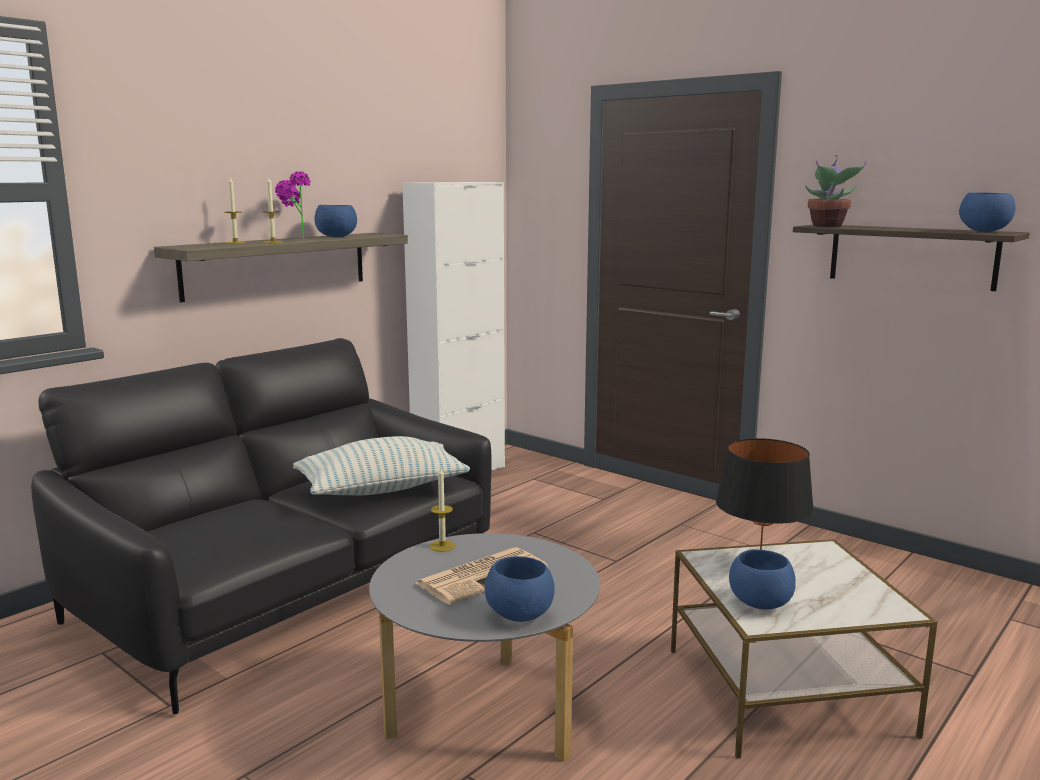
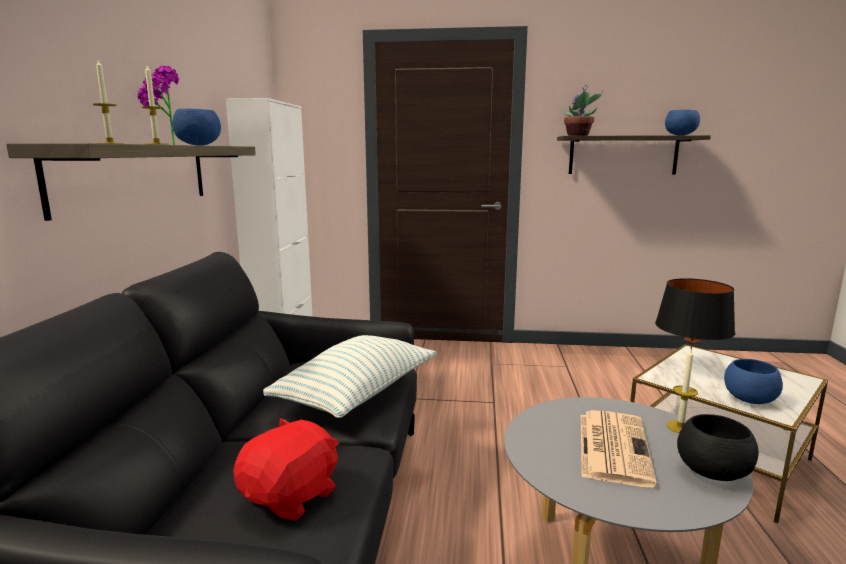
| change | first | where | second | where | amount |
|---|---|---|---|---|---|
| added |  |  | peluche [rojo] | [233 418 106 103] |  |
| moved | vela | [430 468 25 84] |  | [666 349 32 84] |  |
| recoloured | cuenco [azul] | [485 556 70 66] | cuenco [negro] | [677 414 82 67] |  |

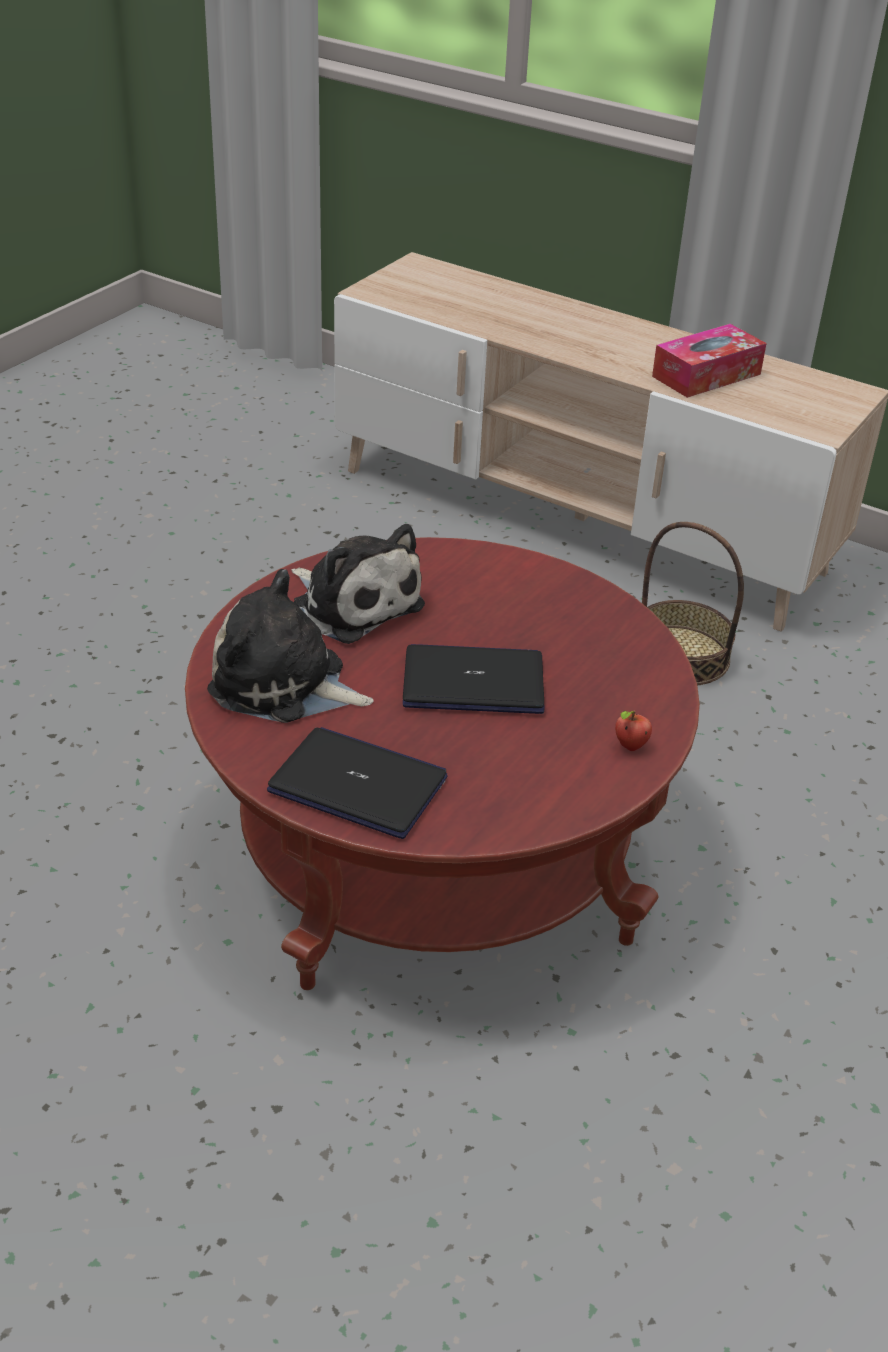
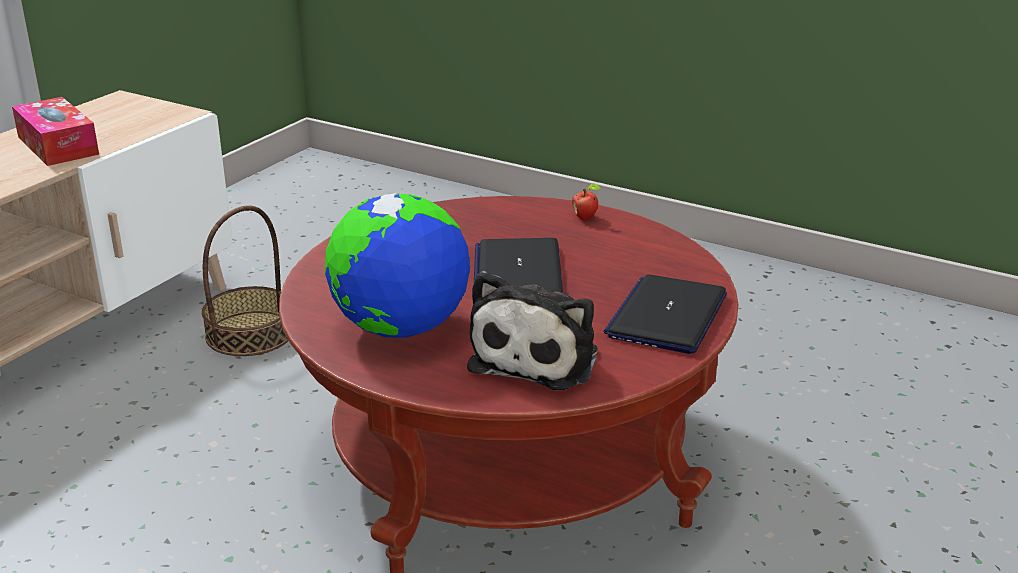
| change | first | where | second | where | amount |
|---|---|---|---|---|---|
| replaced | peluche | [291 524 134 120] | globo terráqueo | [325 193 145 145] |  |

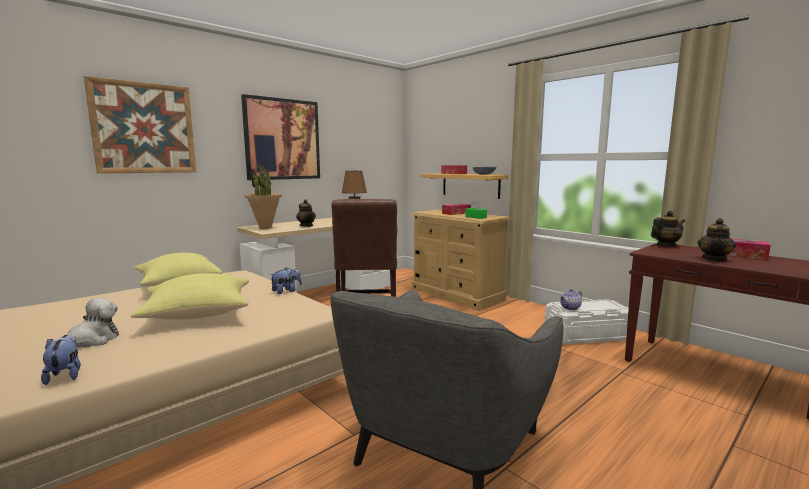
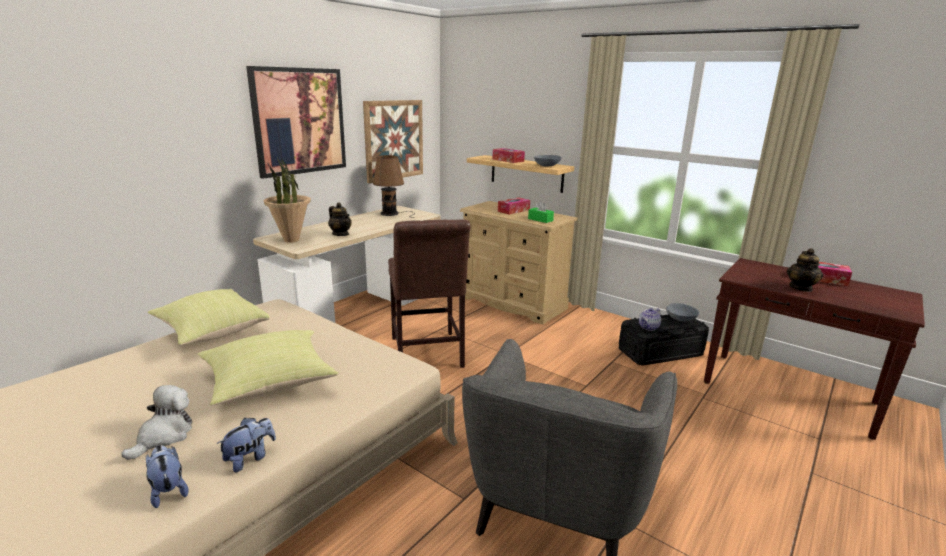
| change | first | where | second | where | amount |
|---|---|---|---|---|---|
| removed | tetera | [651 211 34 36] |  |  |  |
| added |  |  | cuenco [gris] | [666 303 33 19] |  |
| moved | cuadro | [84 76 112 98] |  | [363 100 60 83] |  |
| moved | peluche | [270 267 32 27] |  | [217 418 59 54] |  |
| recoloured | caja de almacenaje [blanco] | [545 299 84 46] | caja de almacenaje [negro] | [619 315 90 51] |  |

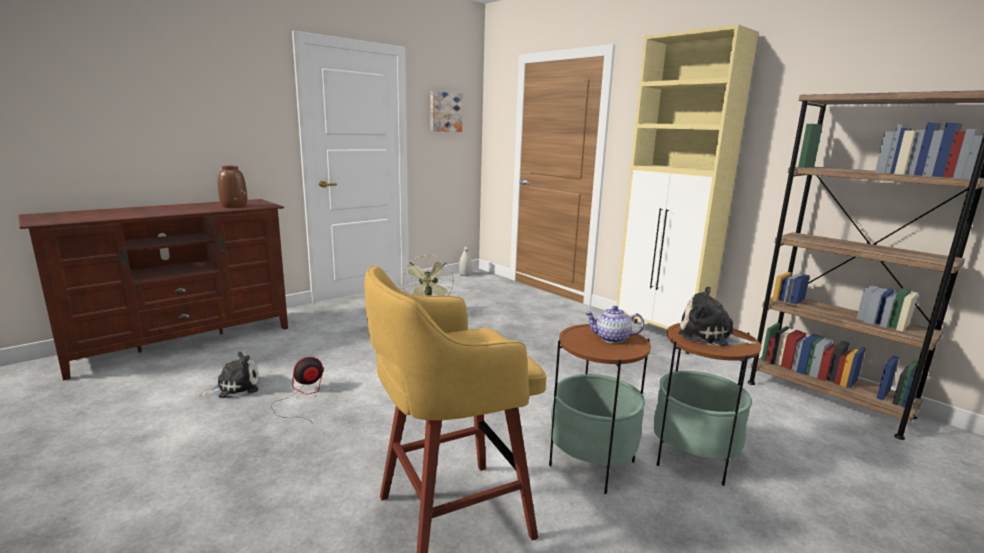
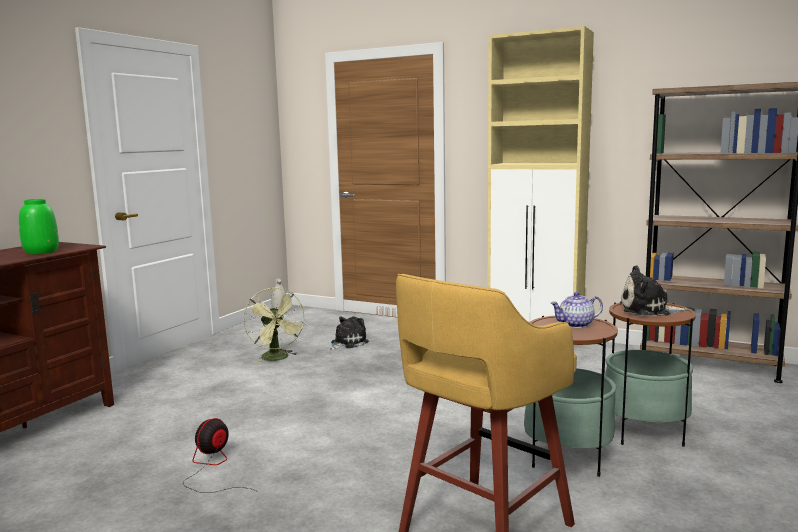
| change | first | where | second | where | amount |
|---|---|---|---|---|---|
| removed | cuadro | [431 91 32 41] |  |  |  |
| moved | peluche | [199 352 59 46] |  | [330 316 39 34] |  |
| recoloured | florero [marrón] | [218 166 29 42] | florero [verde] | [19 199 40 55] |  |

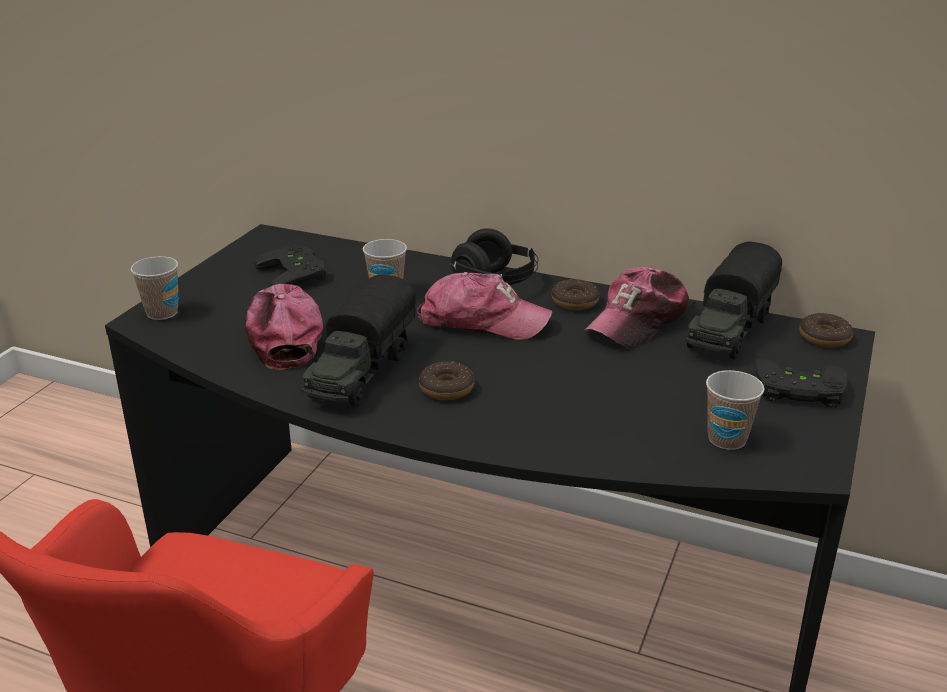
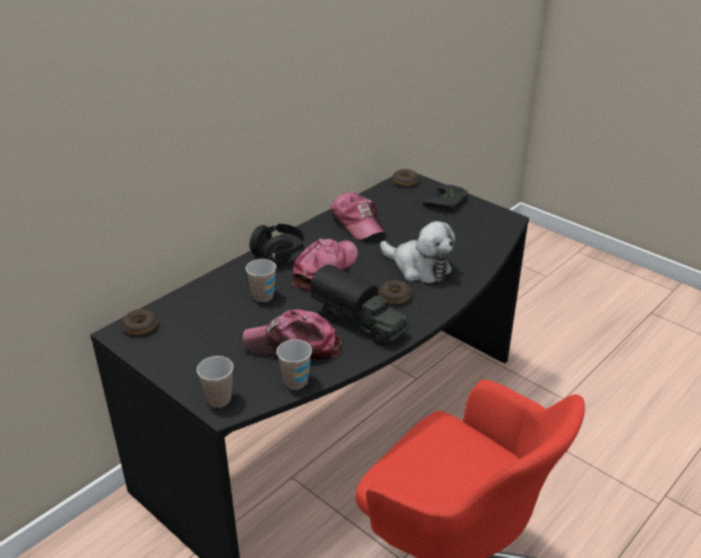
| change | first | where | second | where | amount |
|---|---|---|---|---|---|
| removed | mando de consola [negro] | [254 246 72 40] |  |  |  |
| removed | camión de juguete | [685 241 97 119] |  |  |  |
| added |  |  | peluche | [380 221 76 62] |  |
| moved | rosquilla | [551 279 49 31] |  | [122 309 36 26] |  |
| moved | taza | [706 370 59 80] |  | [276 339 36 50] |  |

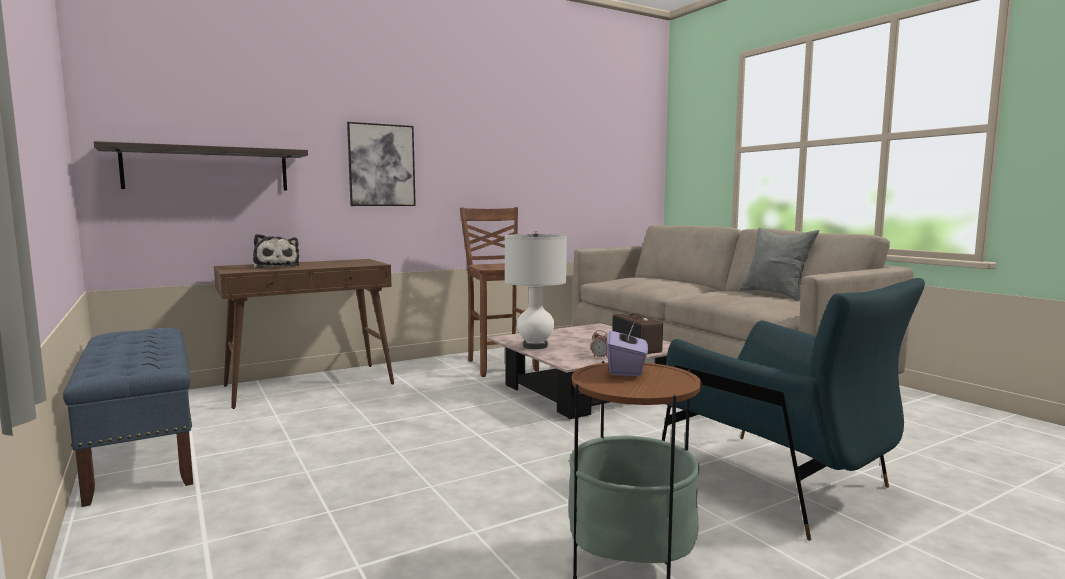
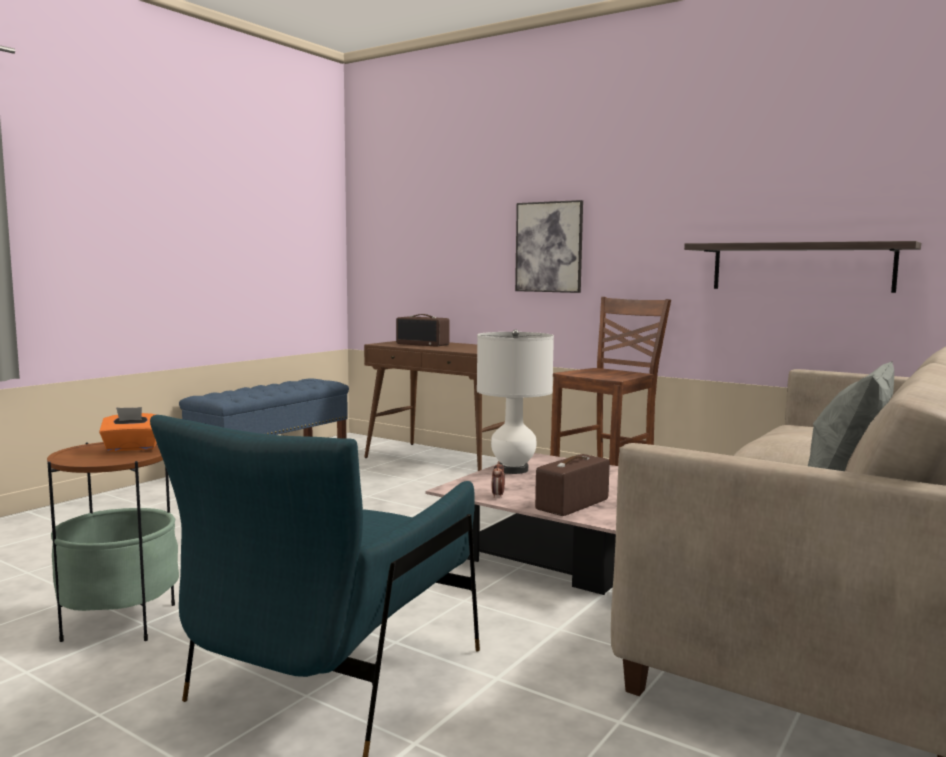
| change | first | where | second | where | amount |
|---|---|---|---|---|---|
| moved | estante | [94 141 214 49] |  | [684 241 237 52] |  |
| replaced | peluche | [253 234 46 34] | radio | [396 314 54 33] |  |
| recoloured | caja de pañuelos [morado] | [607 321 41 55] | caja de pañuelos [naranja] | [99 407 58 44] |  |

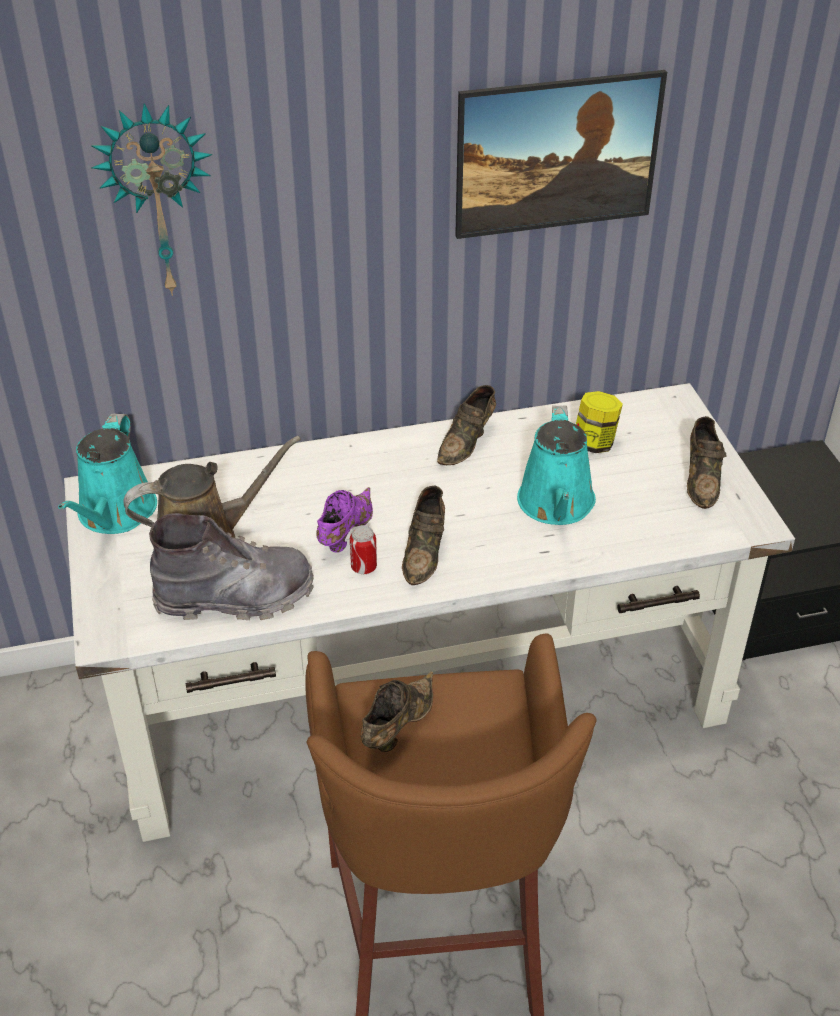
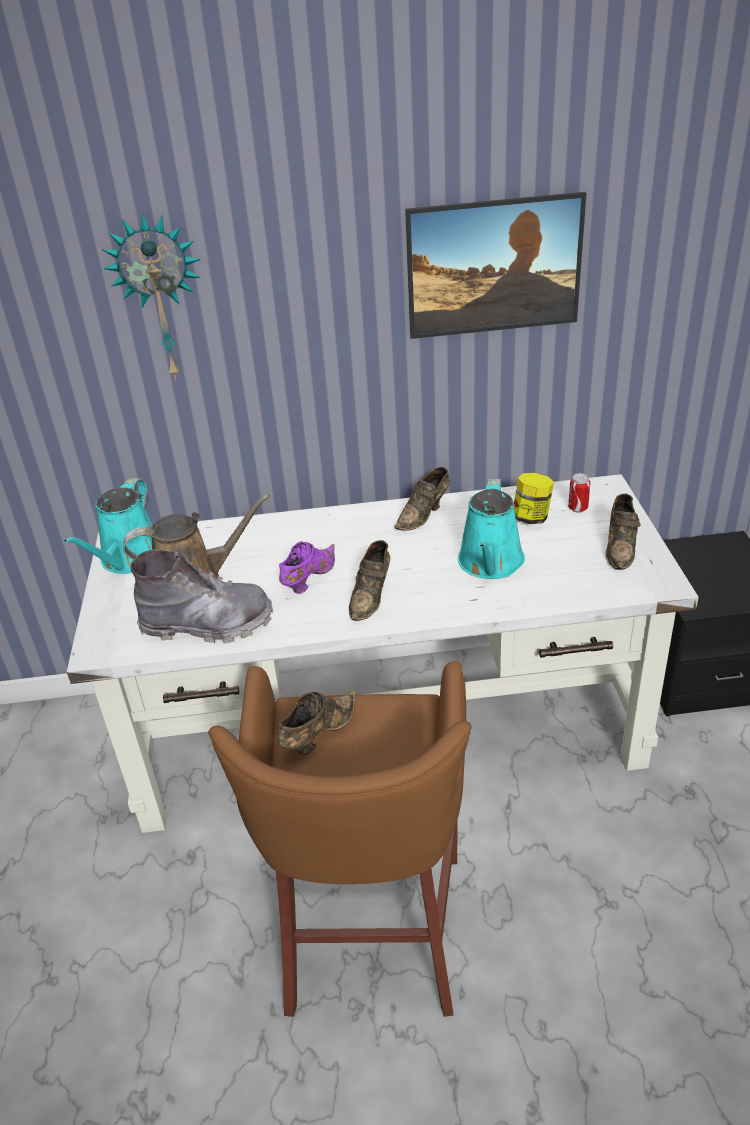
| change | first | where | second | where | amount |
|---|---|---|---|---|---|
| moved | lata | [350 525 27 49] |  | [568 473 22 39] |  |

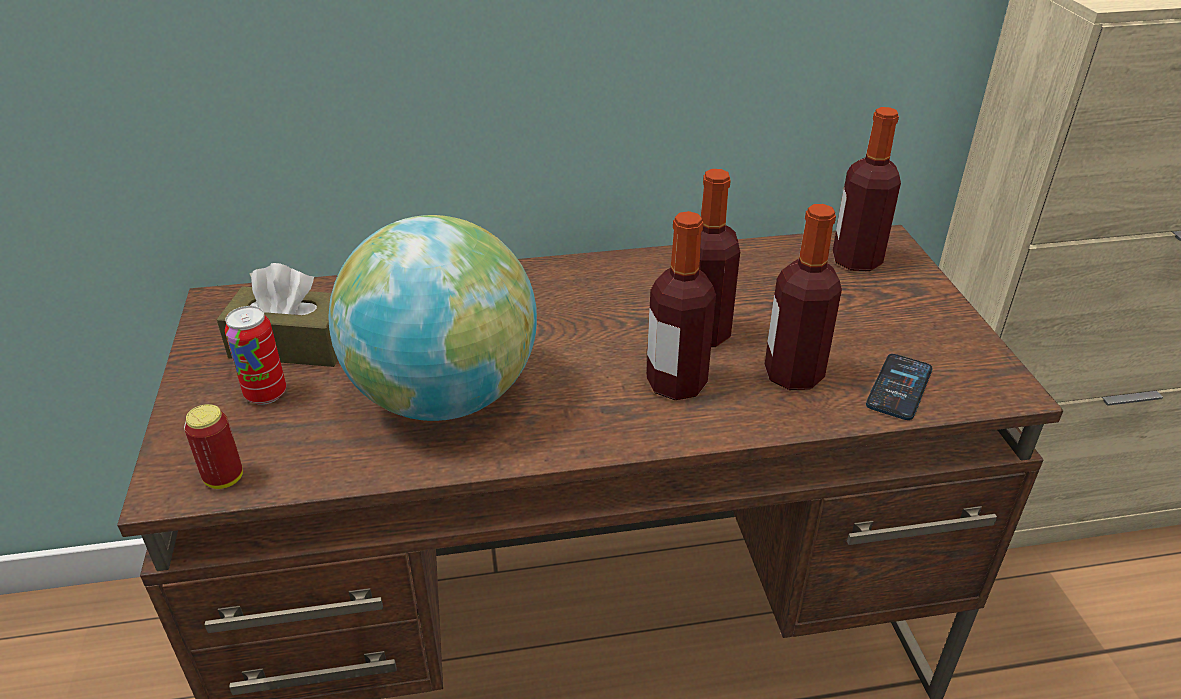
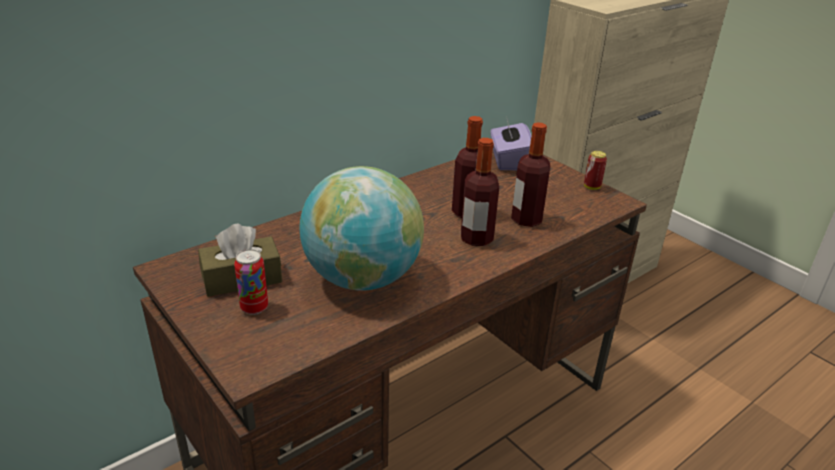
| change | first | where | second | where | amount |
|---|---|---|---|---|---|
| removed | móvil | [866 354 67 66] |  |  |  |
| moved | lata | [184 404 59 85] |  | [584 151 23 39] |  |
| replaced | botella | [833 107 68 164] | caja de pañuelos [morado] | [491 116 40 54] |  |

